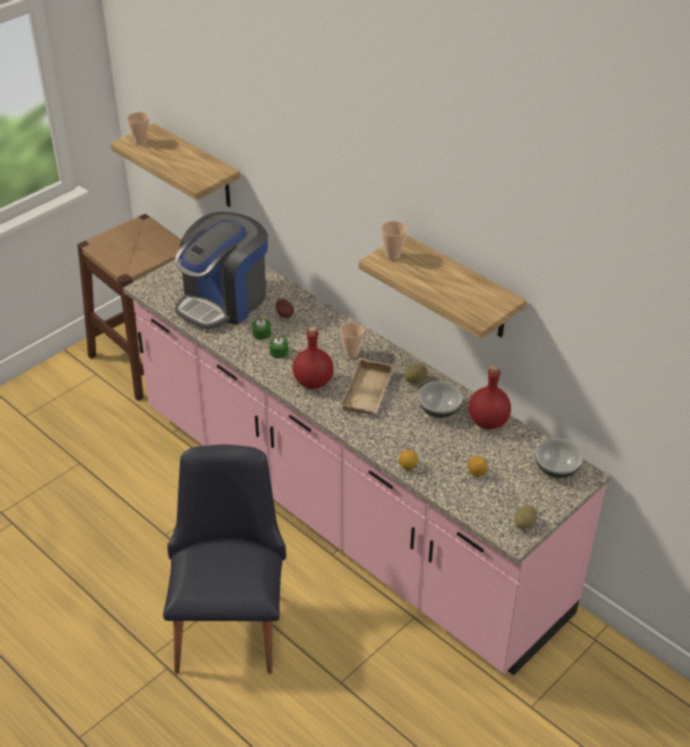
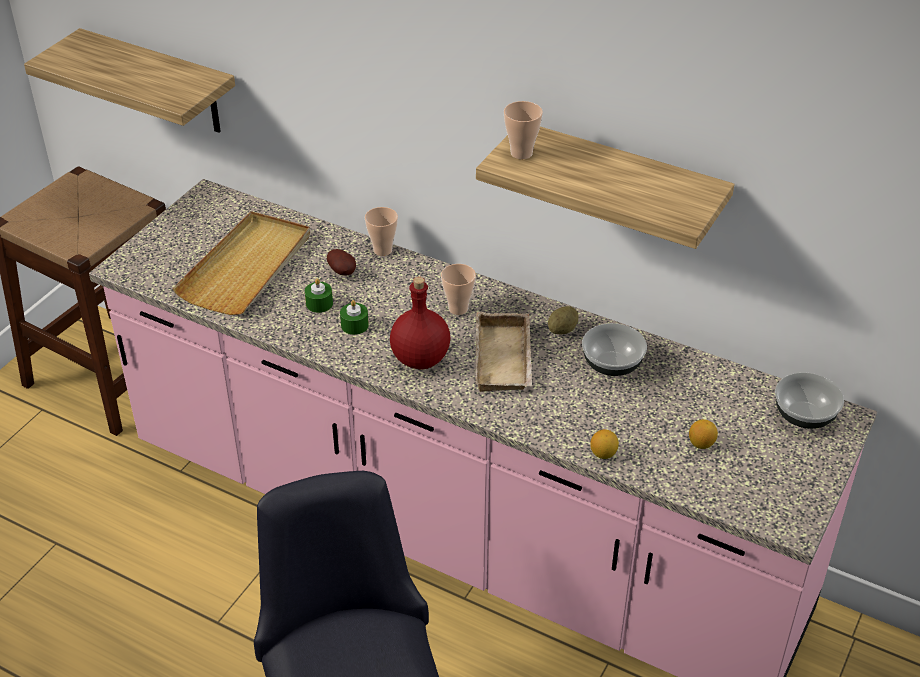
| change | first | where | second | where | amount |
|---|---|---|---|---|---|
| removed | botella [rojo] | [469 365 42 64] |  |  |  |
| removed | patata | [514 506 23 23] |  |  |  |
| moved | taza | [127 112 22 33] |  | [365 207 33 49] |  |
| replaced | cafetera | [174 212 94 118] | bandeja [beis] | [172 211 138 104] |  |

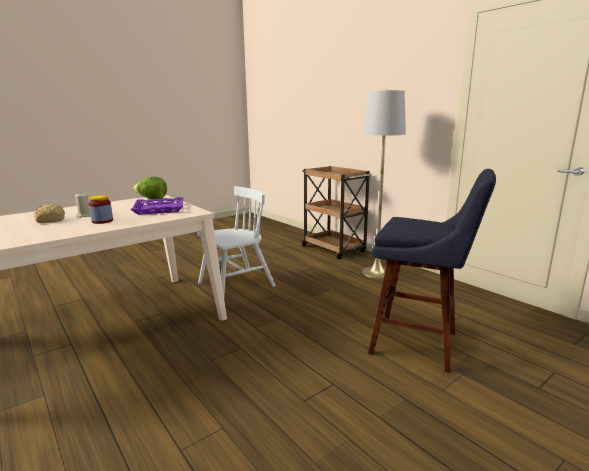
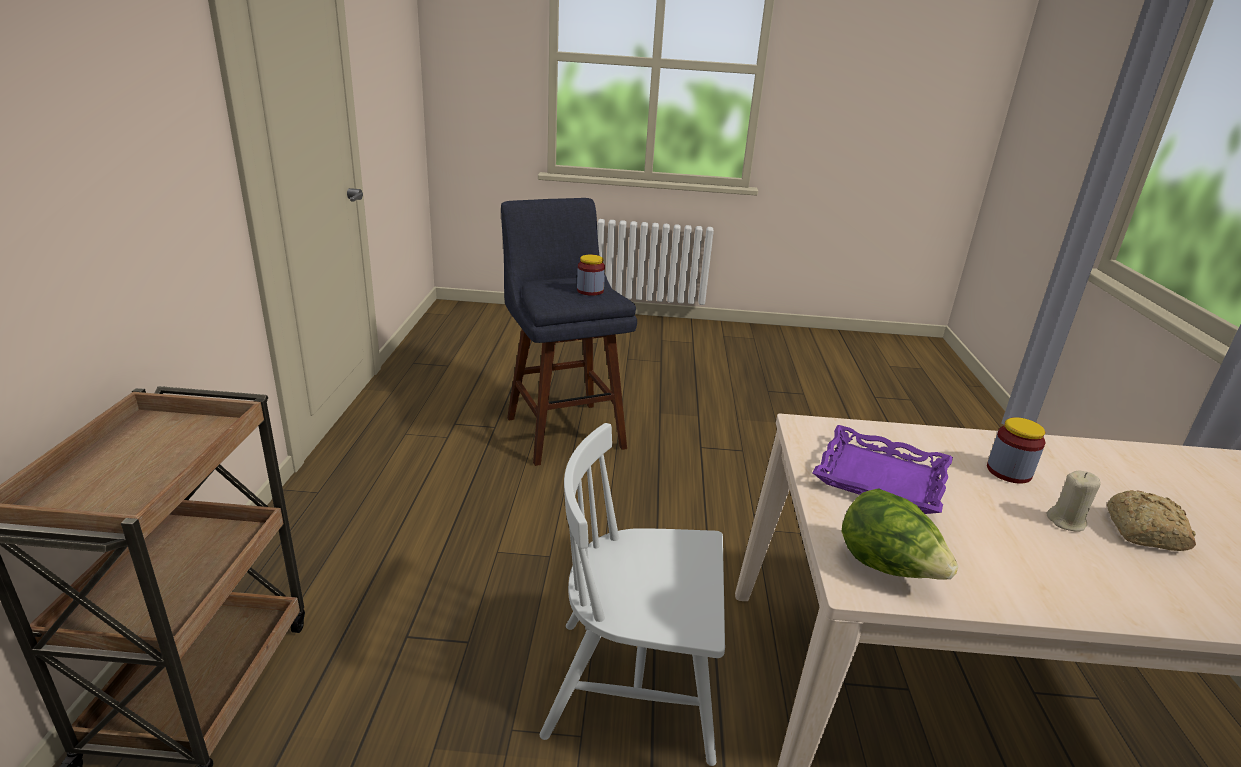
| change | first | where | second | where | amount |
|---|---|---|---|---|---|
| removed | lámpara de pie [gris] | [362 90 44 189] |  |  |  |
| added |  |  | tarro | [577 255 28 41] |  |

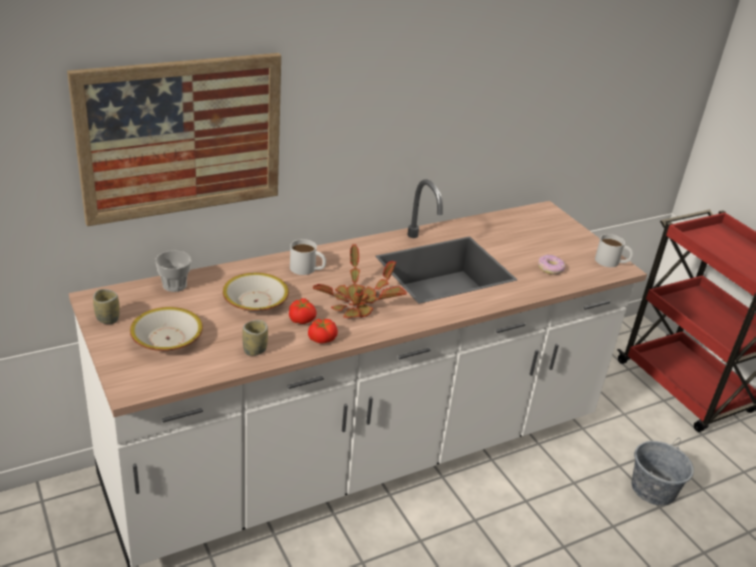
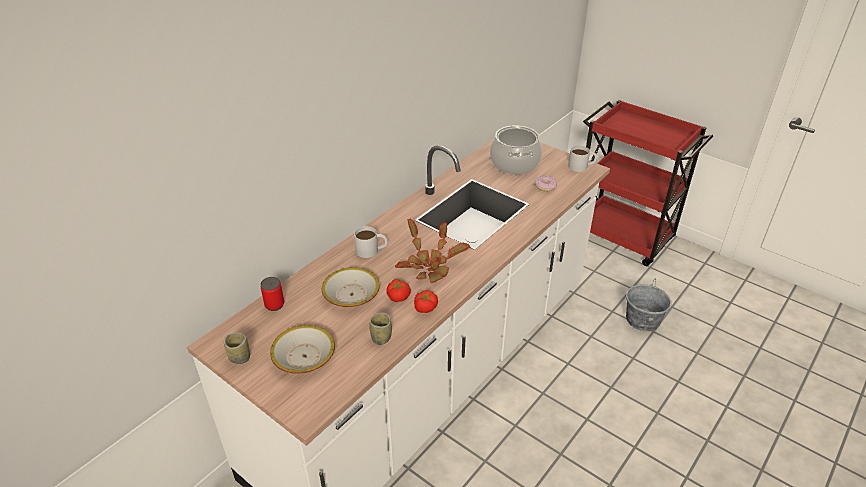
| change | first | where | second | where | amount |
|---|---|---|---|---|---|
| removed | cuadro | [67 53 214 173] |  |  |  |
| added |  |  | olla | [490 125 52 49] |  |
| replaced | taza | [155 250 36 42] | lata | [261 277 23 34] |  |

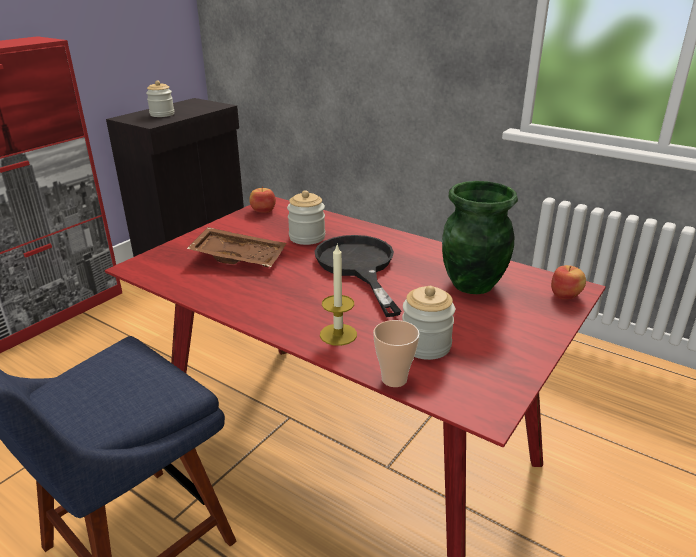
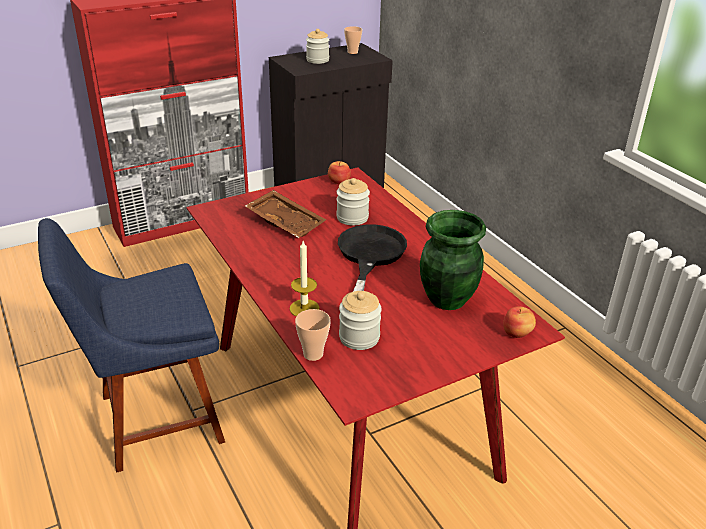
| change | first | where | second | where | amount |
|---|---|---|---|---|---|
| added |  |  | taza | [344 26 18 28] |  |

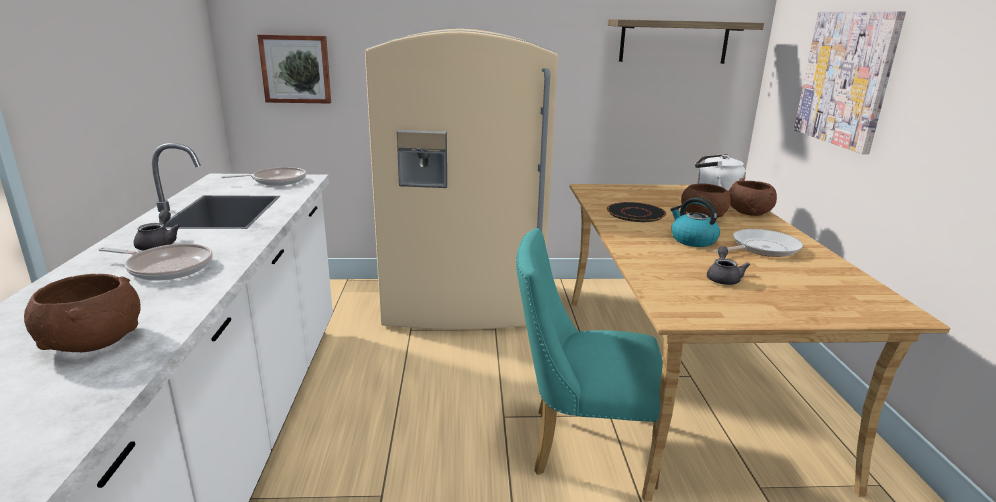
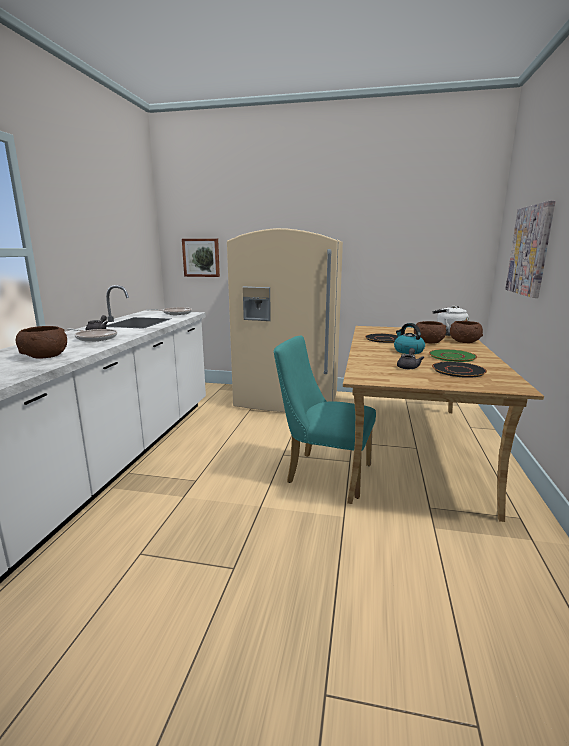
| change | first | where | second | where | amount |
|---|---|---|---|---|---|
| removed | estante | [608 19 156 45] |  |  |  |
| added |  |  | plato [negro] | [432 362 55 16] |  |
| replaced | sartén | [714 229 89 28] | plato [verde] | [429 349 48 13] |  |

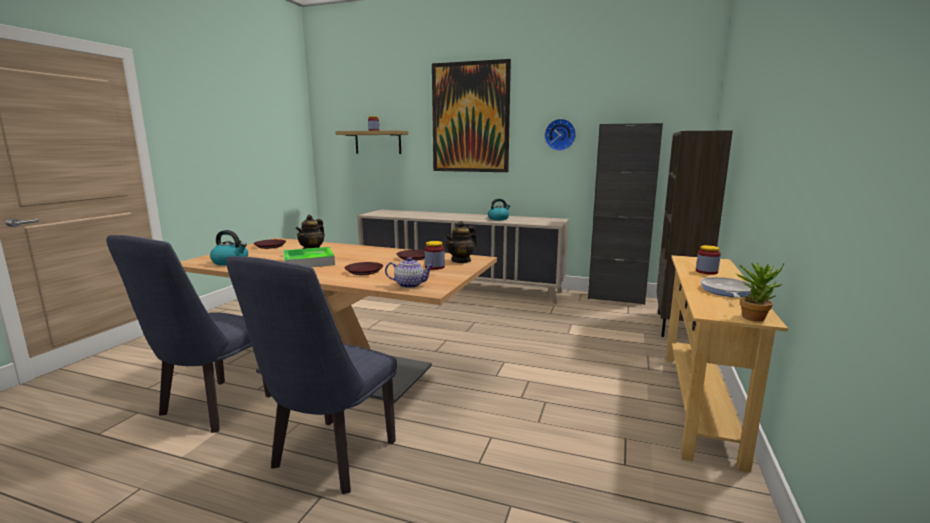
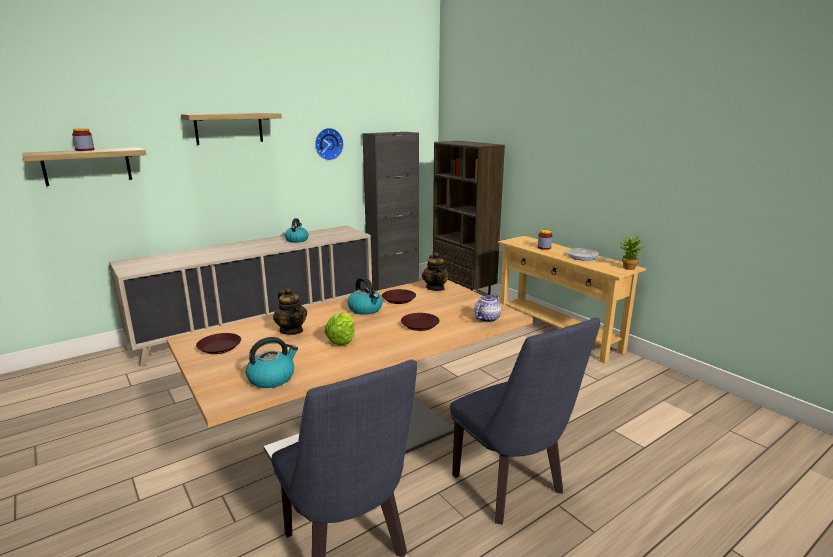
| change | first | where | second | where | amount |
|---|---|---|---|---|---|
| removed | tarro | [425 241 20 29] |  |  |  |
| added |  |  | hervidor | [347 277 36 38] |  |
| replaced | bandeja | [283 247 52 20] | lechuga | [325 312 30 33] |  |
| replaced | cuadro | [432 59 79 113] | estante | [181 113 101 32] |  |

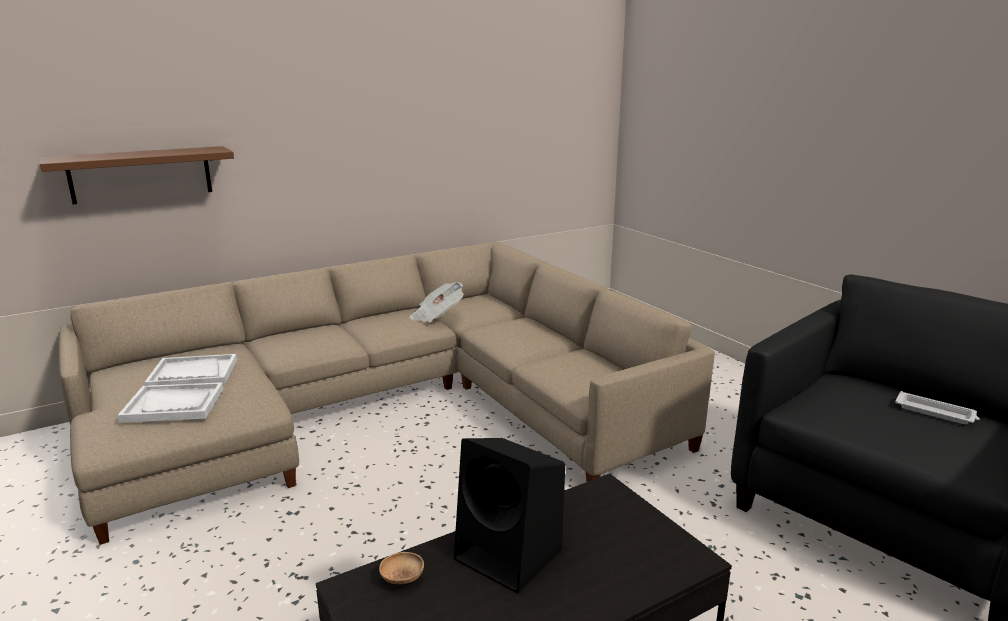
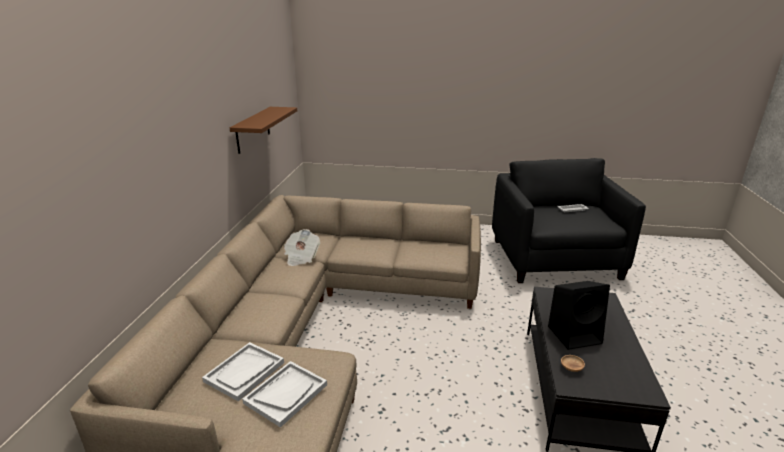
| change | first | where | second | where | amount |
|---|---|---|---|---|---|
| moved | estante [marrón] | [40 146 194 58] |  | [230 107 67 47] |  |

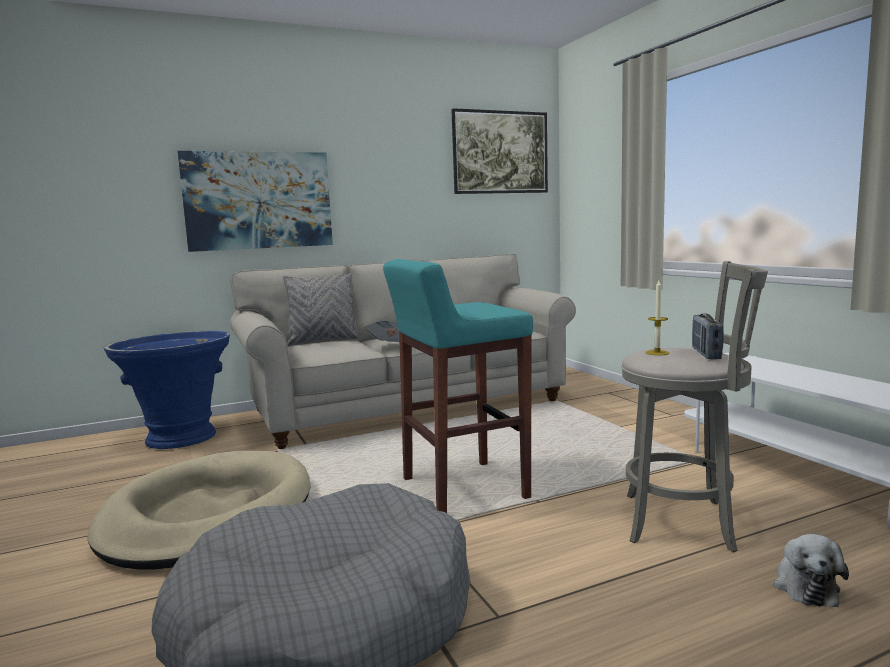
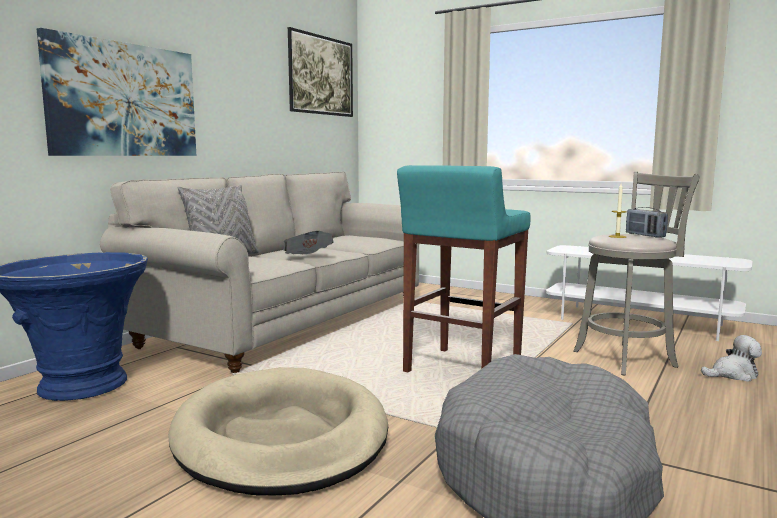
| change | first | where | second | where | amount |
|---|---|---|---|---|---|
| turned | peluche | [774 534 75 73] |  | [701 335 61 47] | 75 degrees counterclockwise |

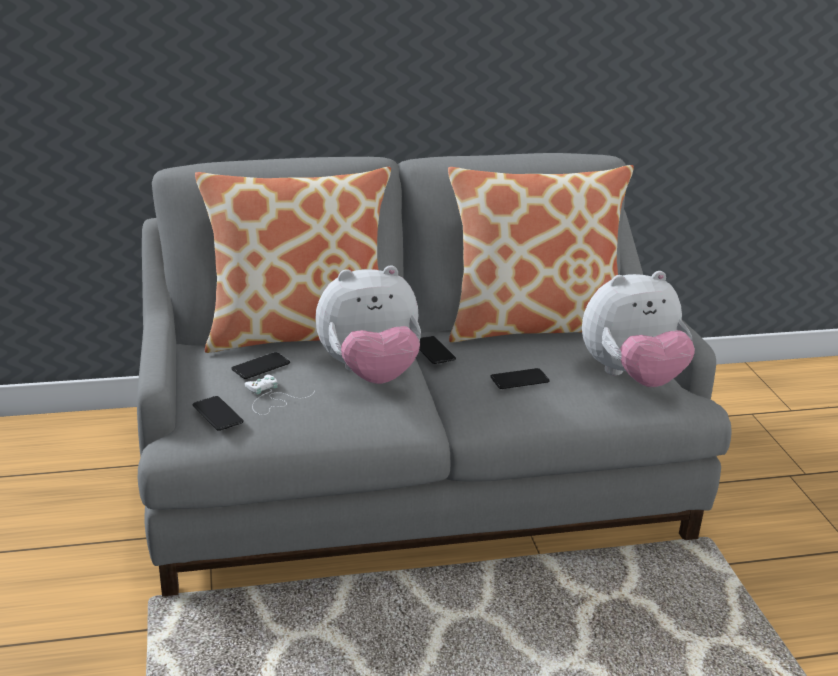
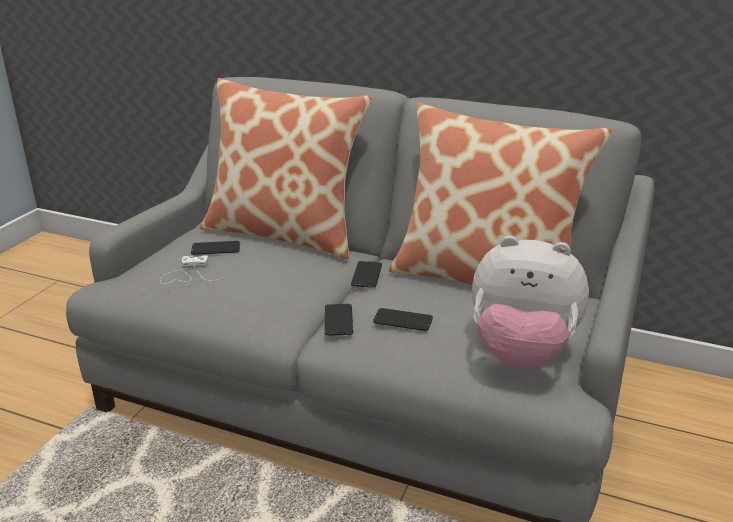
| change | first | where | second | where | amount |
|---|---|---|---|---|---|
| removed | peluche | [315 266 106 118] |  |  |  |
| moved | móvil | [193 396 51 35] |  | [325 304 28 31] |  |

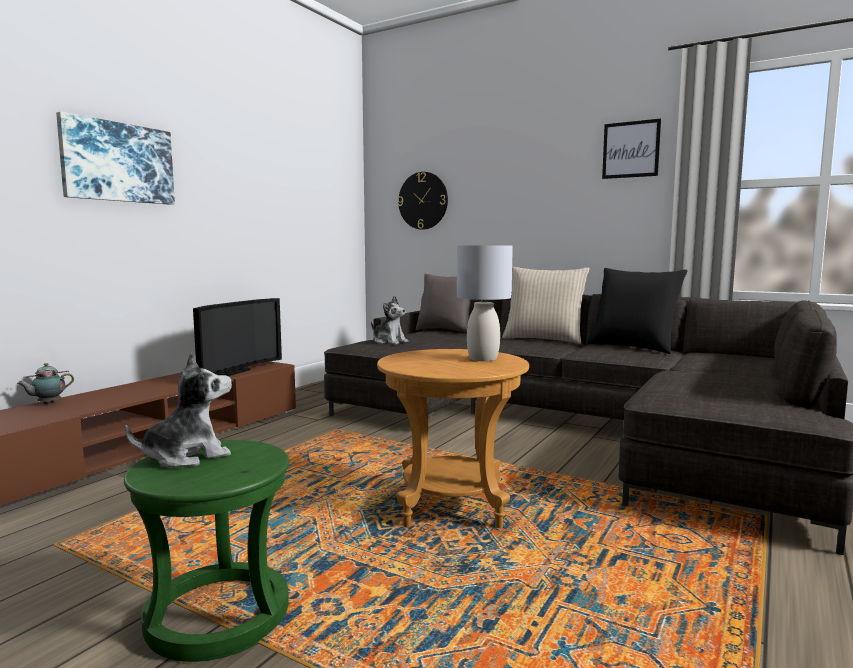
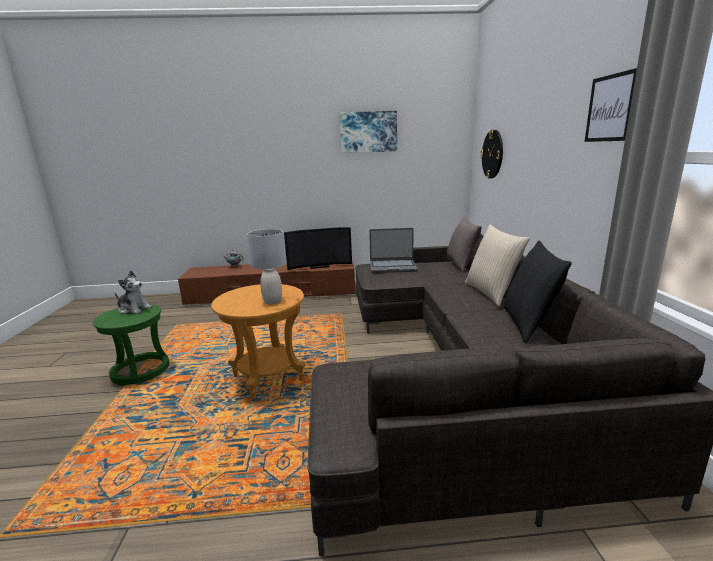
| change | first | where | second | where | amount |
|---|---|---|---|---|---|
| moved | cuadro | [56 112 119 93] |  | [339 111 58 42] |  |
| replaced | peluche | [371 296 37 48] | portátil | [369 228 49 45] |  |

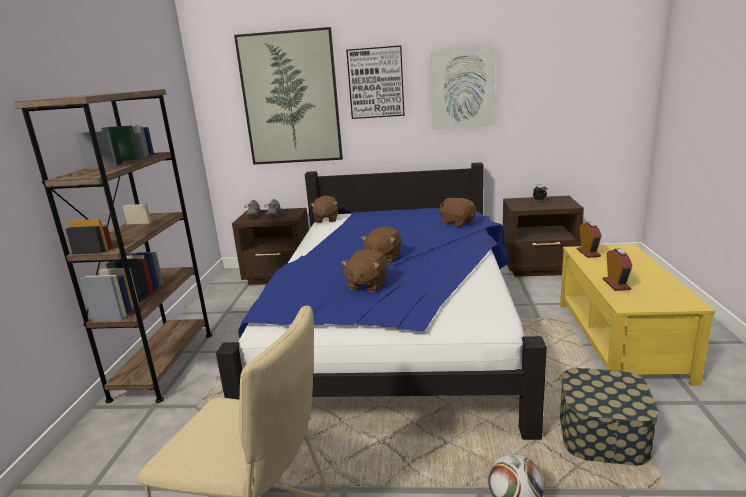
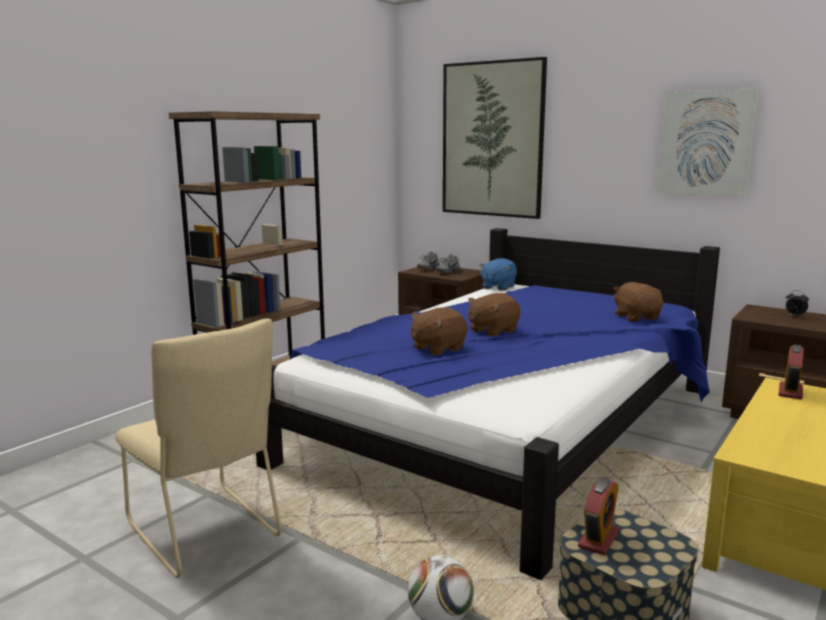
| change | first | where | second | where | amount |
|---|---|---|---|---|---|
| removed | cuadro | [346 45 59 74] |  |  |  |
| moved | despertador | [603 248 29 43] |  | [578 478 41 77] |  |
| recoloured | peluche [marrón] | [310 196 28 27] | peluche [azul] | [480 258 37 33] |  |

